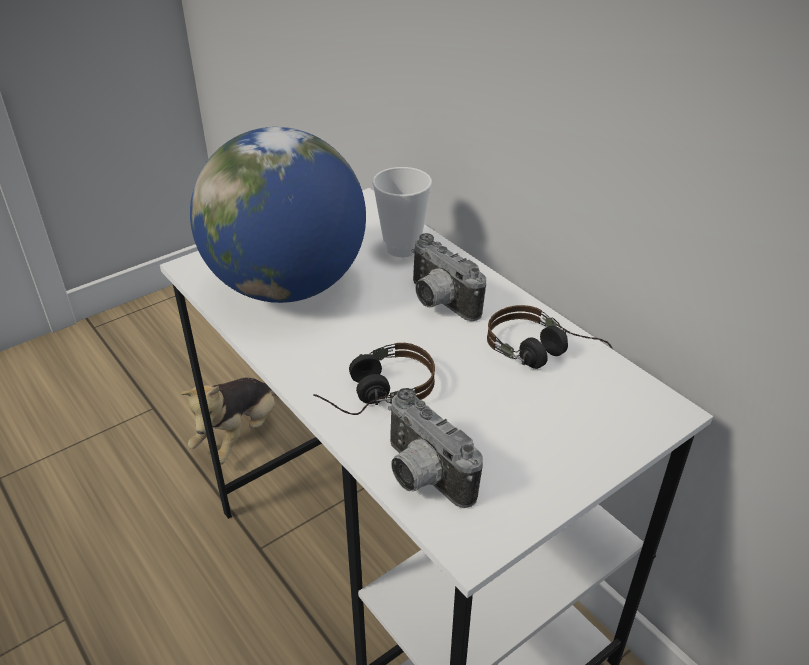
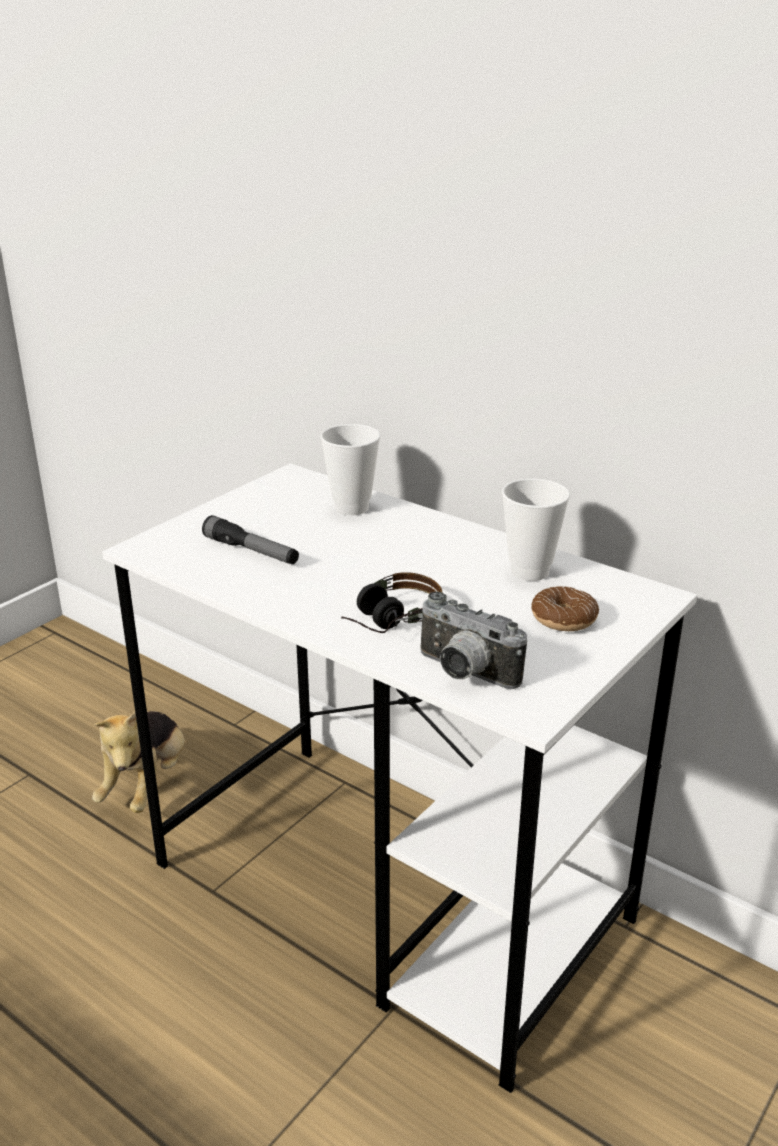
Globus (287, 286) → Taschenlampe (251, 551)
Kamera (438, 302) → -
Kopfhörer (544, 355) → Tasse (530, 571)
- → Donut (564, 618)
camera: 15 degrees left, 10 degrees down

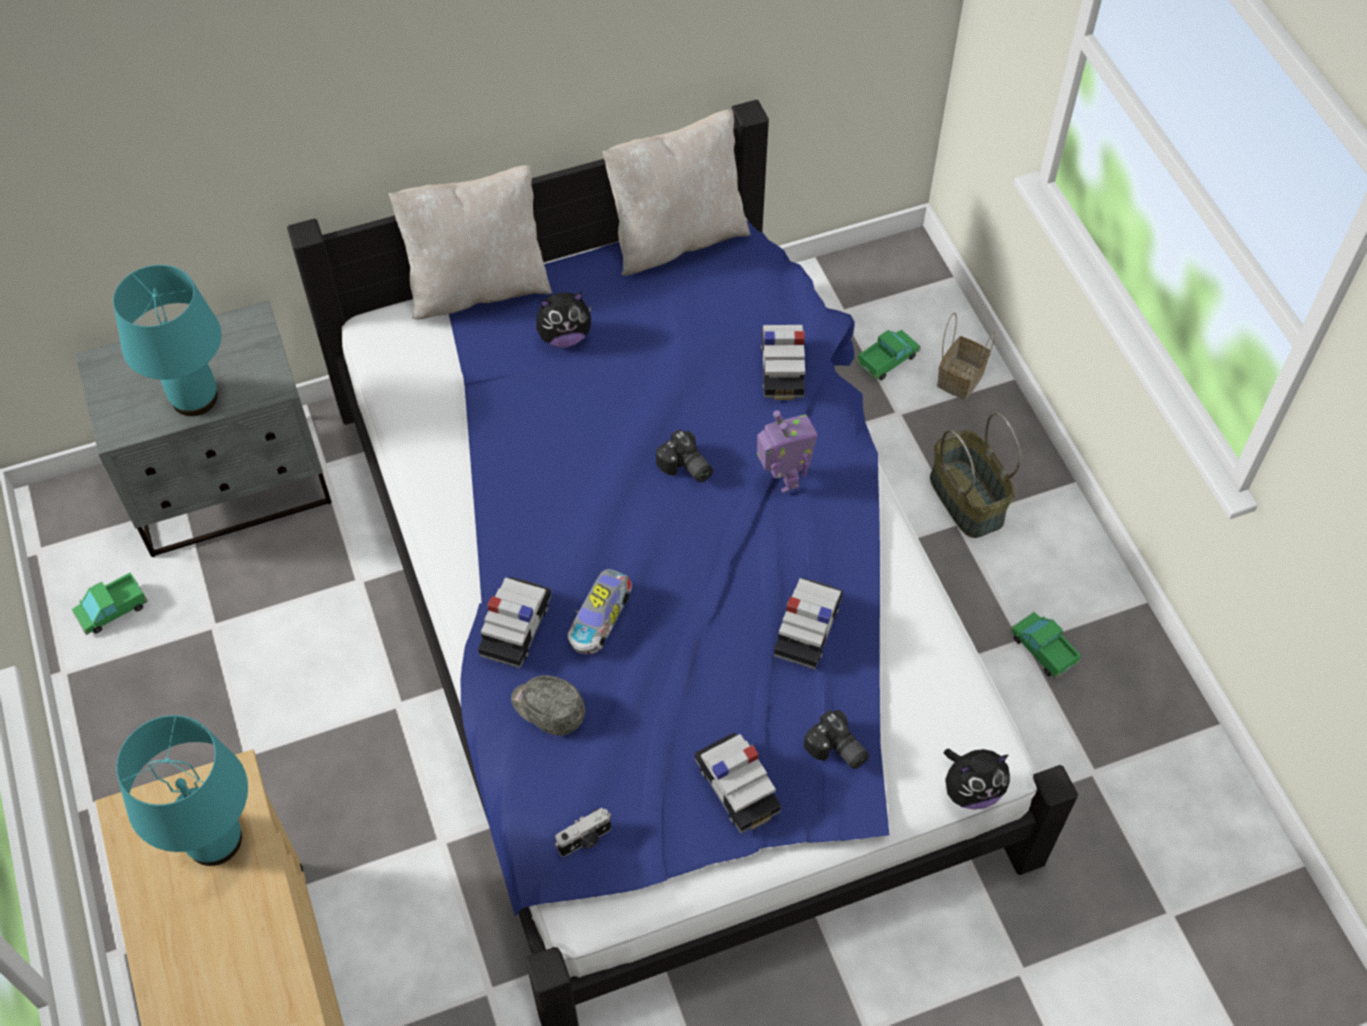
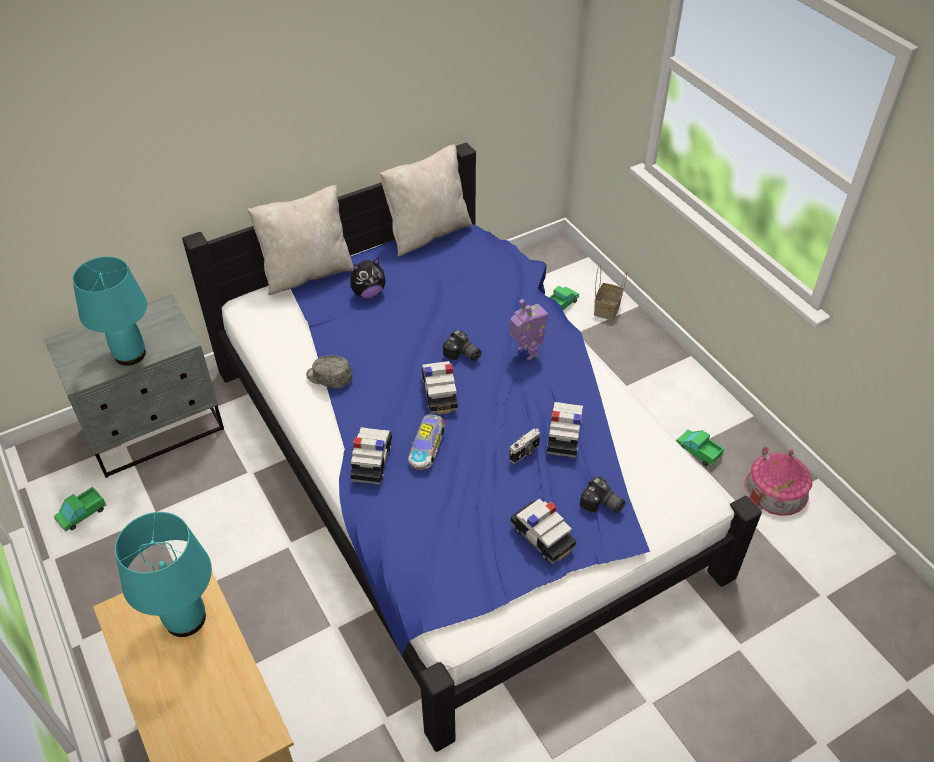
Kappe [grau] (547, 709) → Kappe [grau] (329, 378), relocated
Kamera (585, 840) → Kamera (525, 453), relocated
Spielzeugauto (782, 369) → Spielzeugauto (439, 394), relocated
Korb (965, 499) → -
Plüschtier (971, 789) → -
- → Spielzeughaus (776, 489)
camera: 10 degrees left, 10 degrees down

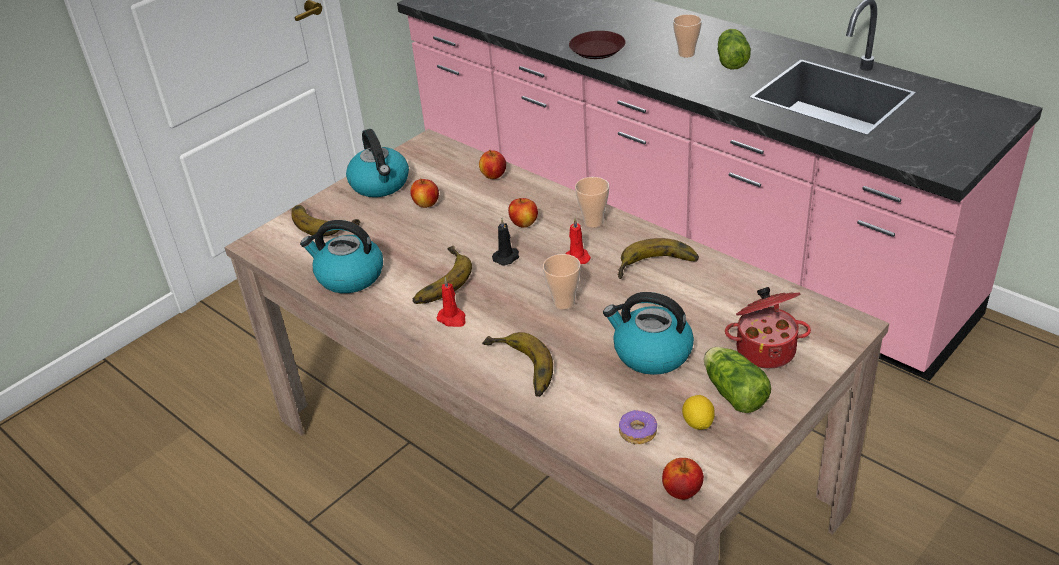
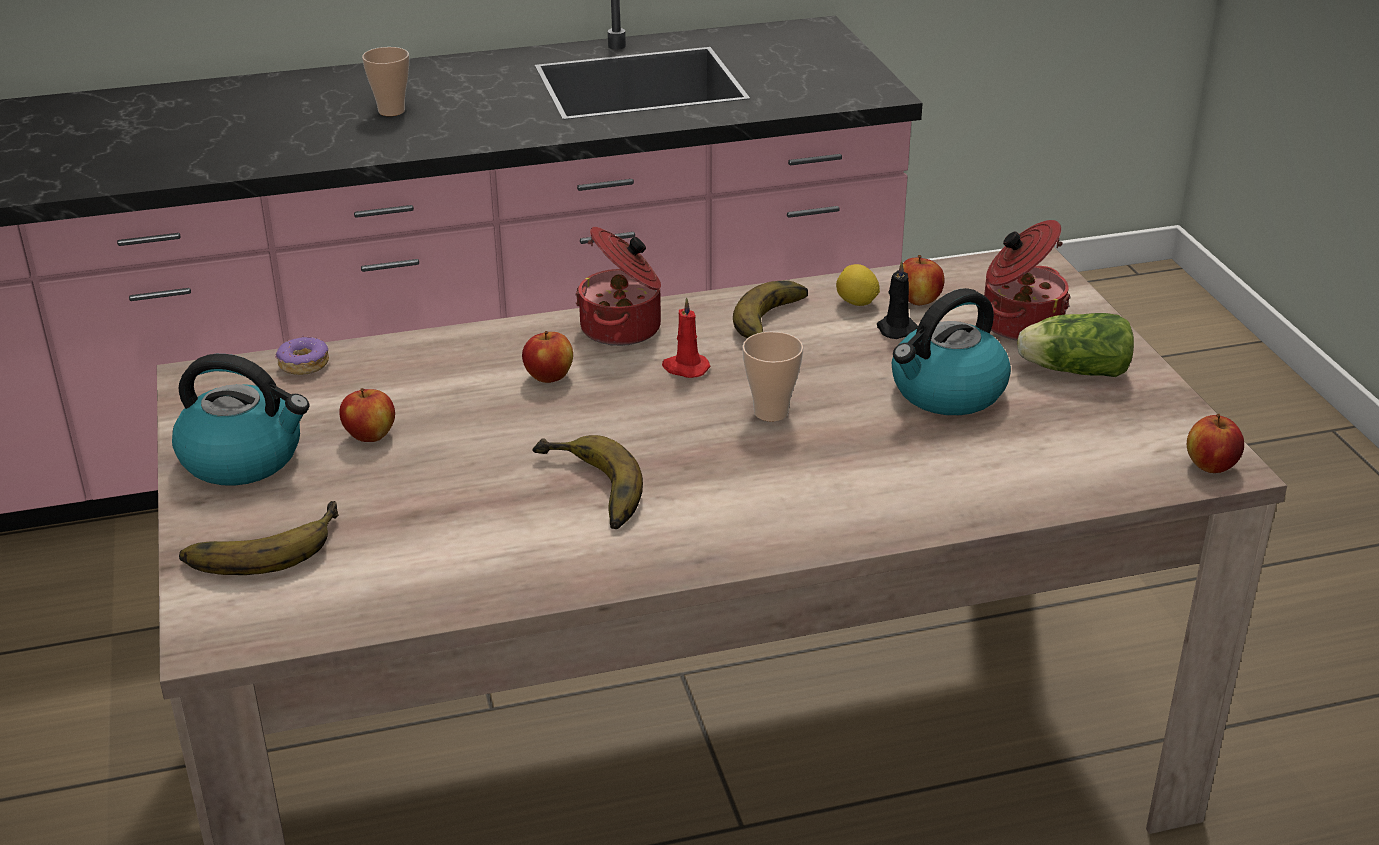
Wasserkessel (349, 276) → -
Kerze [rot] (452, 319) → -
Apfel (493, 176) → Apfel (919, 300), relocated
Banane (517, 370) → -
Kerze [schwarz] (507, 257) → Kerze [schwarz] (896, 329), relocated
Teller [braun] (597, 49) → -
Tasse (593, 222) → Kochtopf (623, 328)
Donut (637, 432) → Donut (303, 364), relocated
Zitrone (698, 423) → Zitrone (856, 303), relocated
Salatkopf (731, 60) → -
camera: 60 degrees left, 5 degrees down

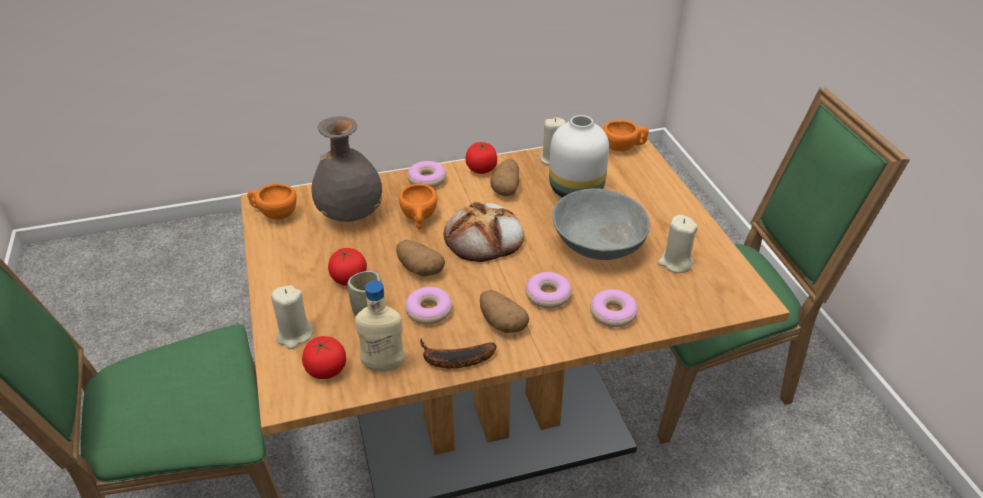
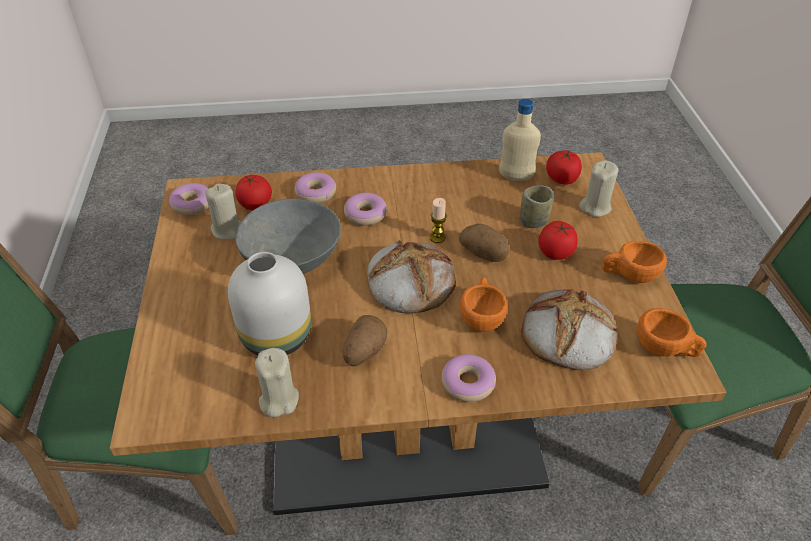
Vase [grau] (350, 215) → Brot (567, 334)
Donut (429, 311) → Donut (192, 204), relocated
Banane (453, 360) → -
Tomate (481, 169) → Tomate (255, 204), relocated
Kartoffel (501, 323) → -
Tasse [orange] (624, 147) → Tasse [orange] (629, 275), relocated
- → Kerze (437, 238)
camera: 170 degrees left, 5 degrees up

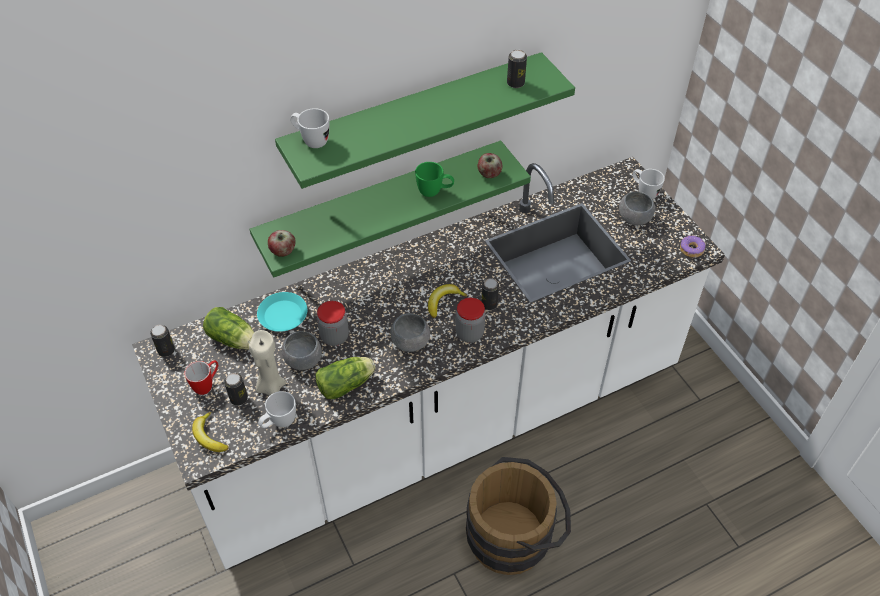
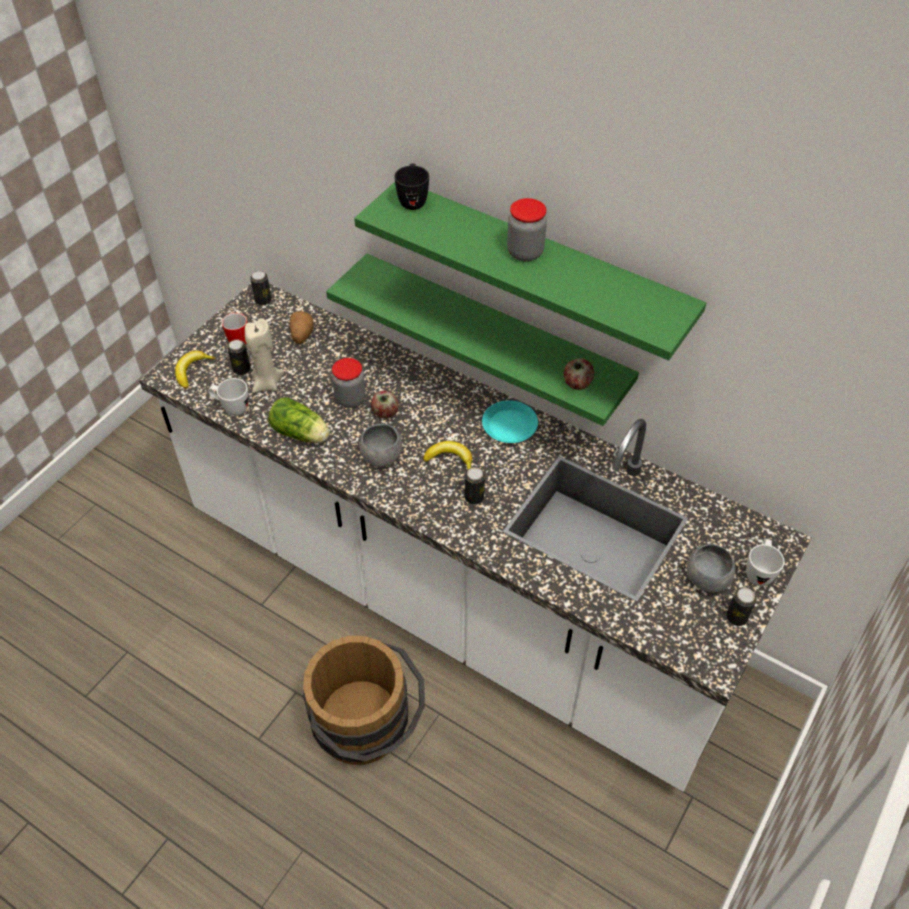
Salatkopf (234, 340) → Kartoffel (301, 335)
Teller [türkis] (283, 315) → Teller [türkis] (509, 426), relocated
Apfel (283, 251) → Apfel (385, 413), relocated
Schüssel [grau] (303, 360) → -
Henkelbecher [weiß] (311, 141) → Henkelbecher [schwarz] (413, 200)
Henkelbecher [grün] (434, 192) → -
Vorratsglas (469, 333) → Vorratsglas (525, 252), relocated
Dose (515, 83) → Dose (736, 617), relocated
Donut (691, 250) → -
camera: 60 degrees right, 0 degrees up

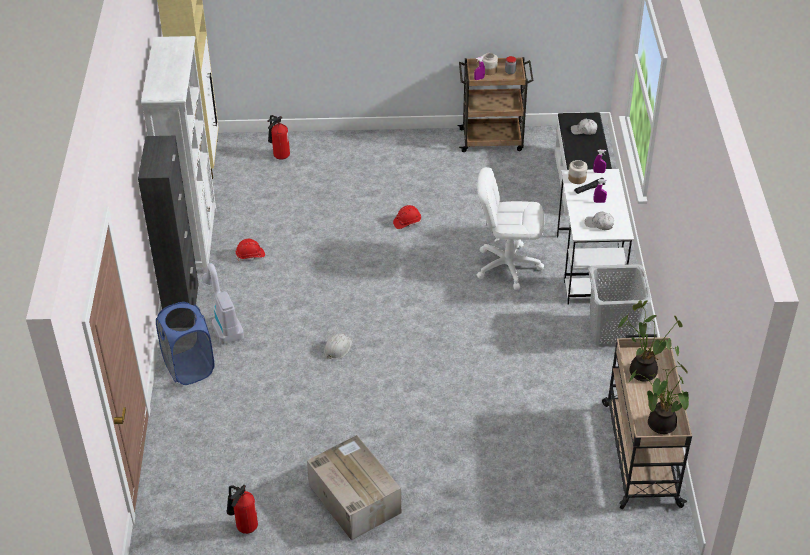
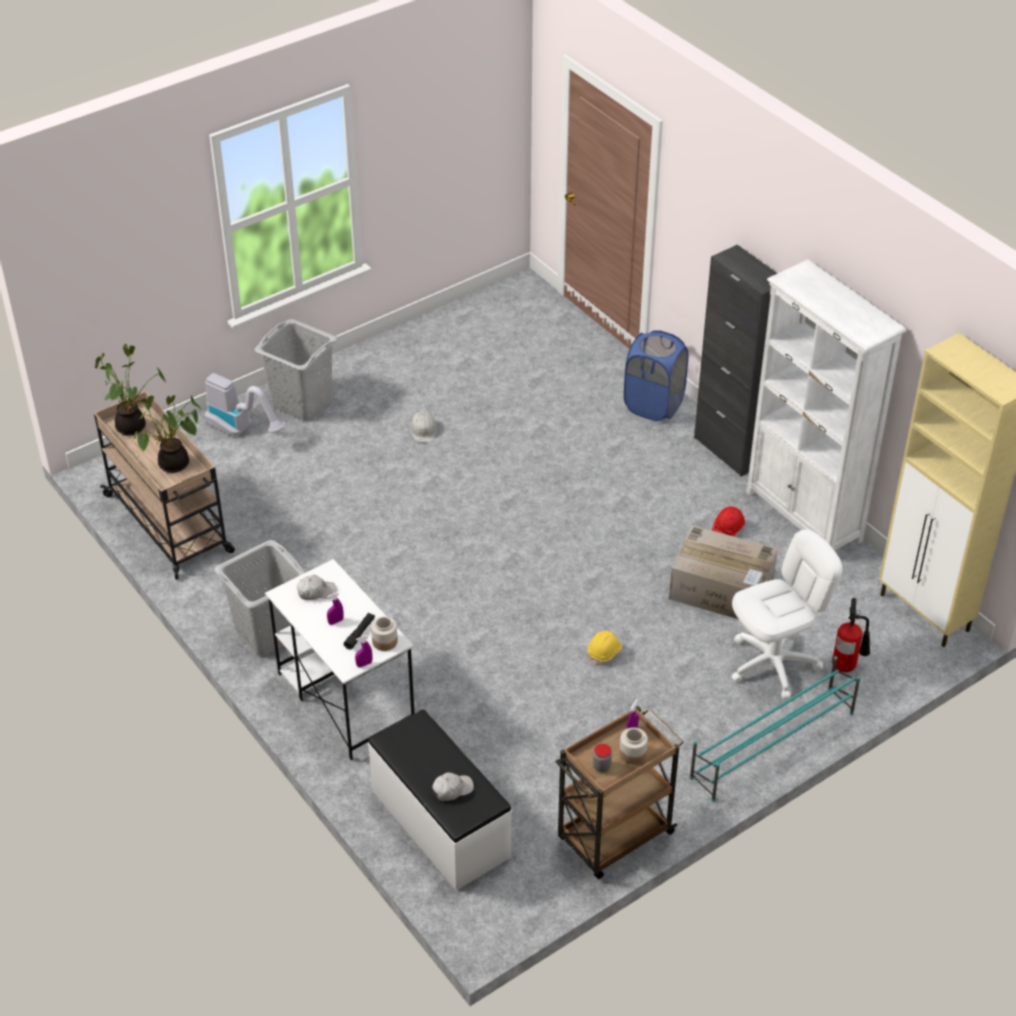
Staubsauger (223, 322) → Staubsauger (242, 430), relocated
Feuerlöscher (243, 527) → -
Karton (353, 498) → Karton (722, 589), relocated
Schutzhelm [weiß] (338, 348) → Schutzhelm [weiß] (423, 430), relocated
Schutzhelm [rot] (407, 222) → Schutzhelm [gelb] (604, 652)
Bürostuhl [weiß] (508, 266) → Bürostuhl [weiß] (773, 664), relocated
- → Wäschekorb [grau] (302, 402)
- → Schuhregal [türkis] (771, 745)
camera: 145 degrees right, 0 degrees up

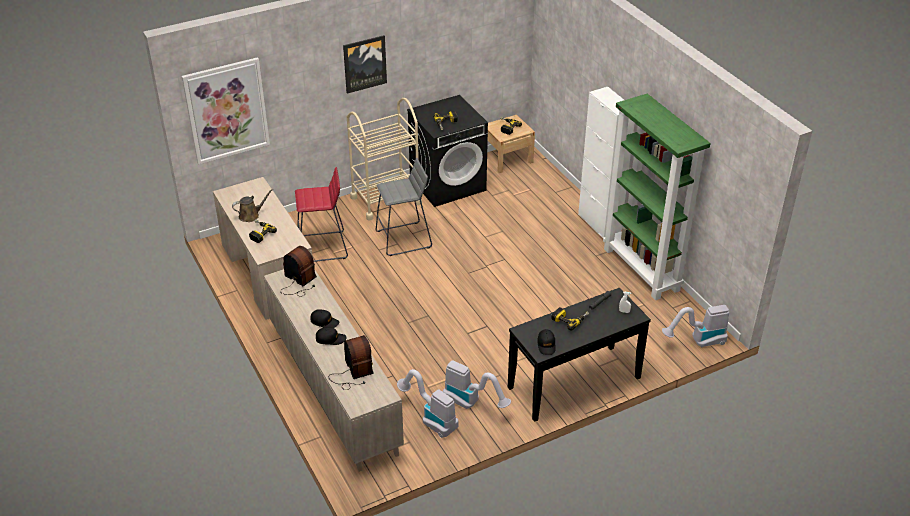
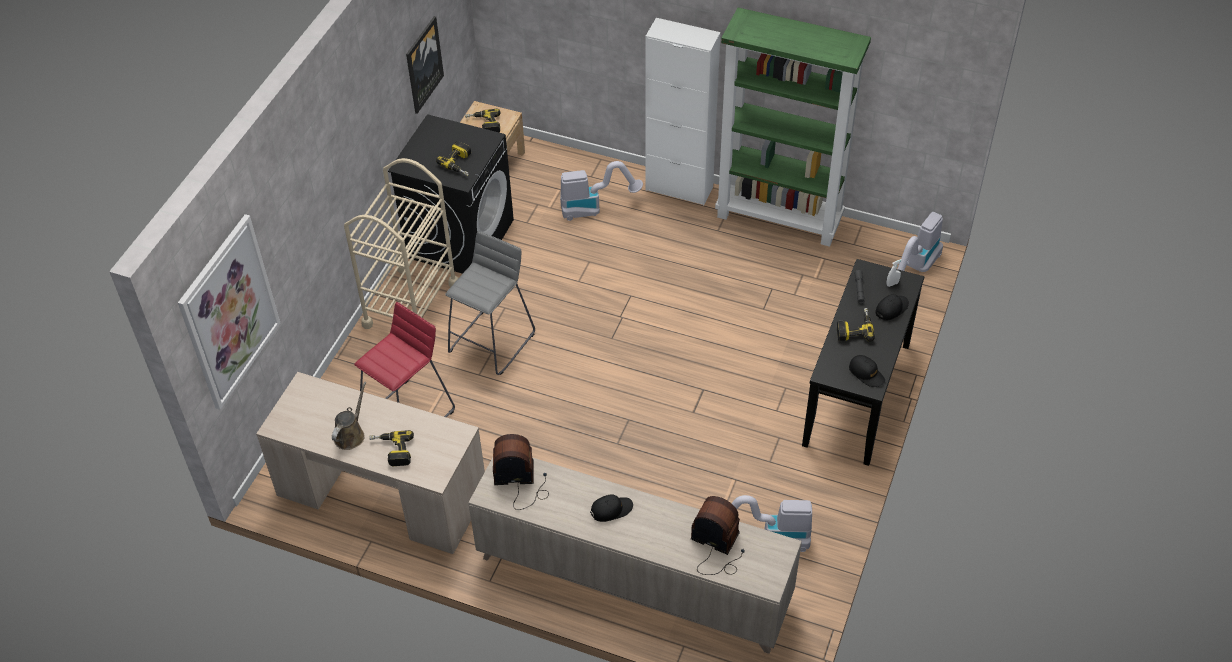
Kappe [schwarz] (330, 339) → Kappe [schwarz] (891, 309), relocated
Bild (364, 63) → Bild (423, 64), relocated
Staubsauger (472, 403) → Staubsauger (594, 208), relocated
camera: 40 degrees left, 10 degrees up

